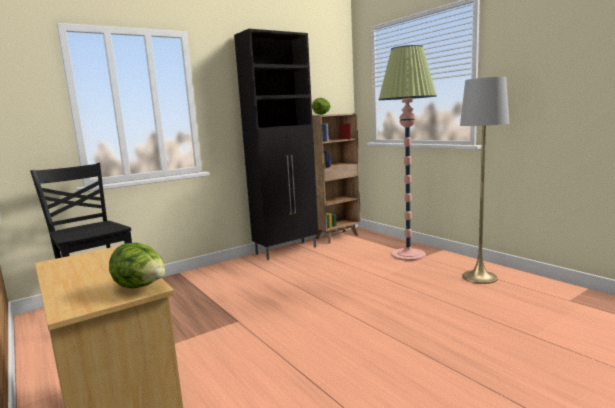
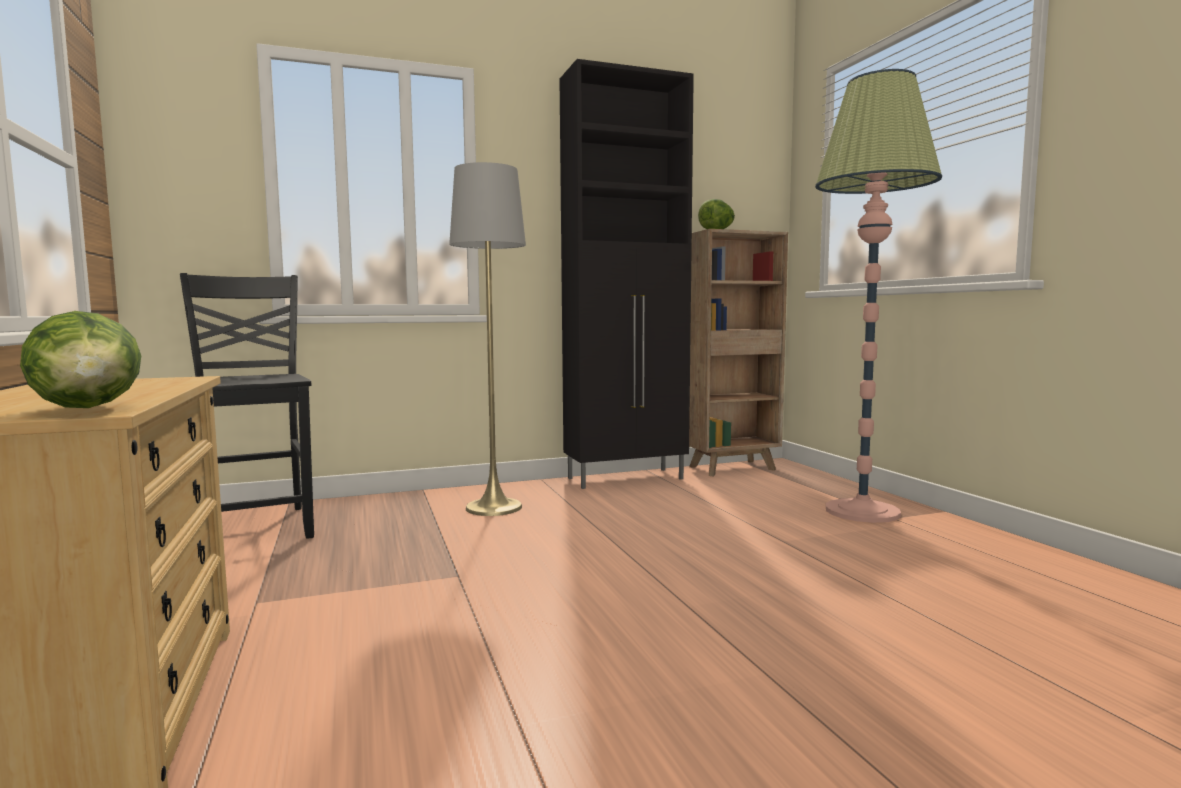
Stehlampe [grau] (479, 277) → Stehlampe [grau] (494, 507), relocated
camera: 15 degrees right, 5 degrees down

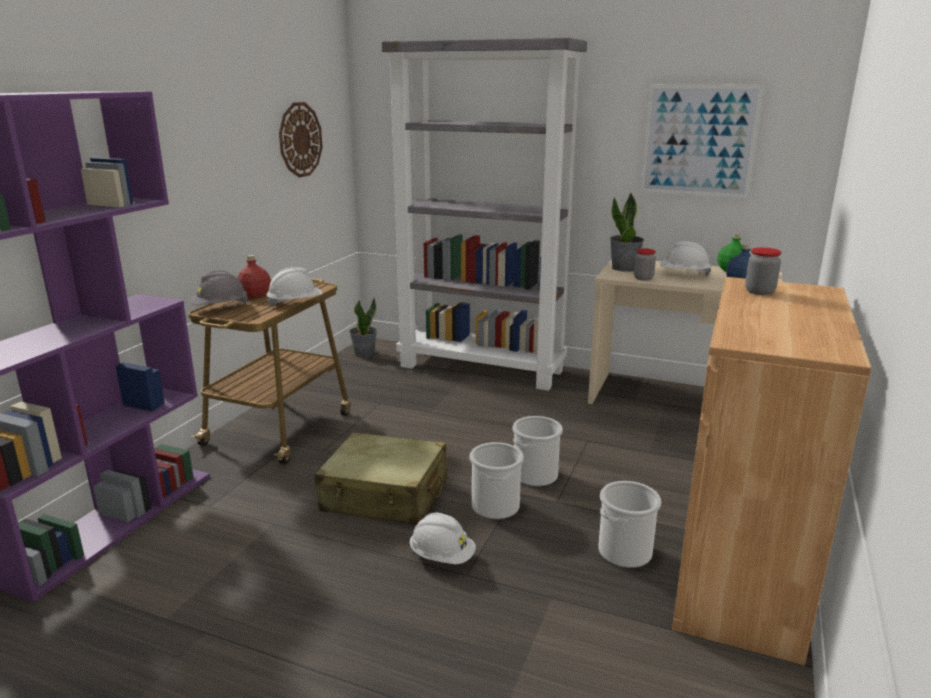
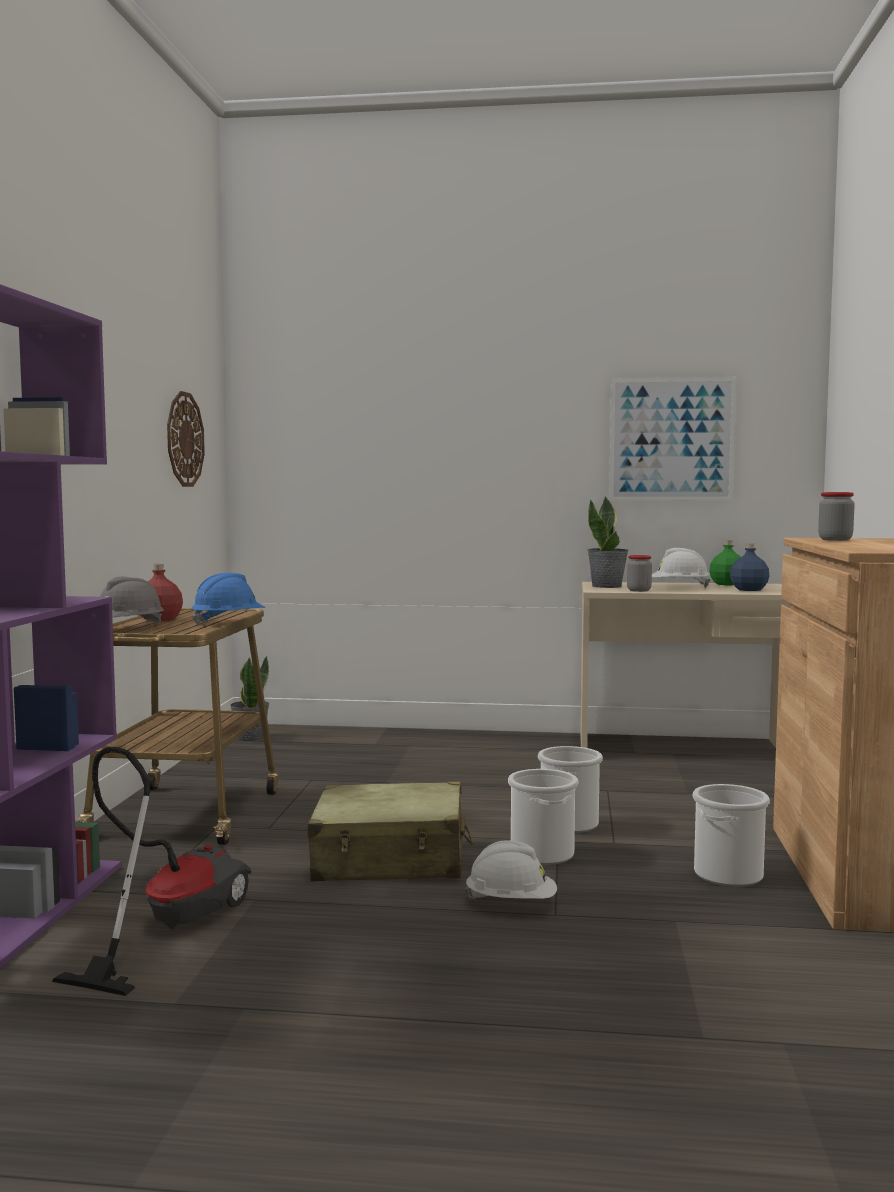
Schutzhelm [weiß] (295, 304) → Schutzhelm [blau] (228, 622)
Bücherregal [grau] (483, 368) → -
- → Staubsauger (168, 925)
camera: 15 degrees left, 15 degrees down

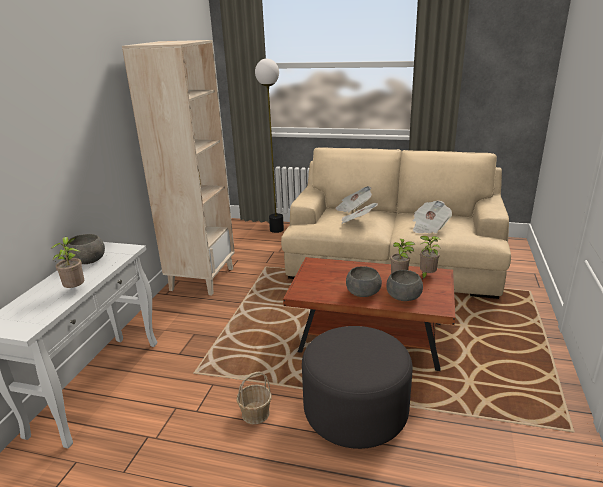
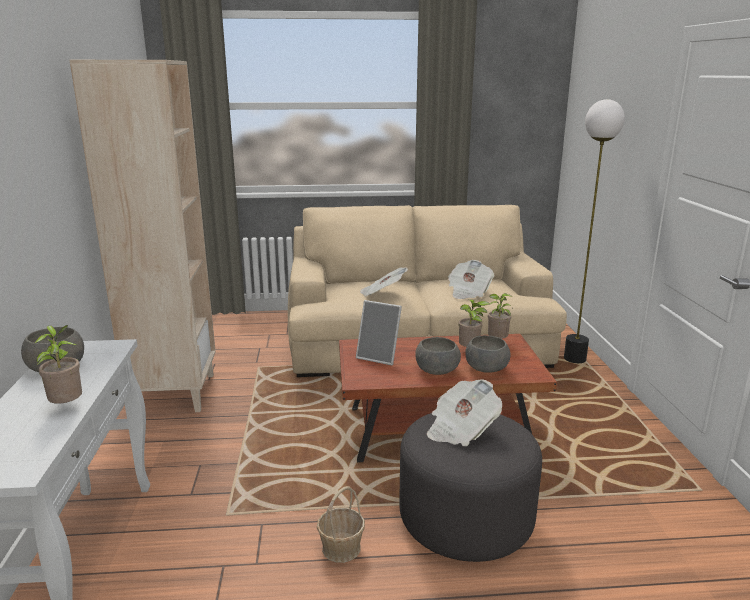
Stehlampe (277, 229) → Stehlampe (575, 359), relocated
Zeitung (353, 208) → Zeitung (461, 429), relocated
- → Bilderrahmen (379, 356)
camera: 20 degrees left, 5 degrees down

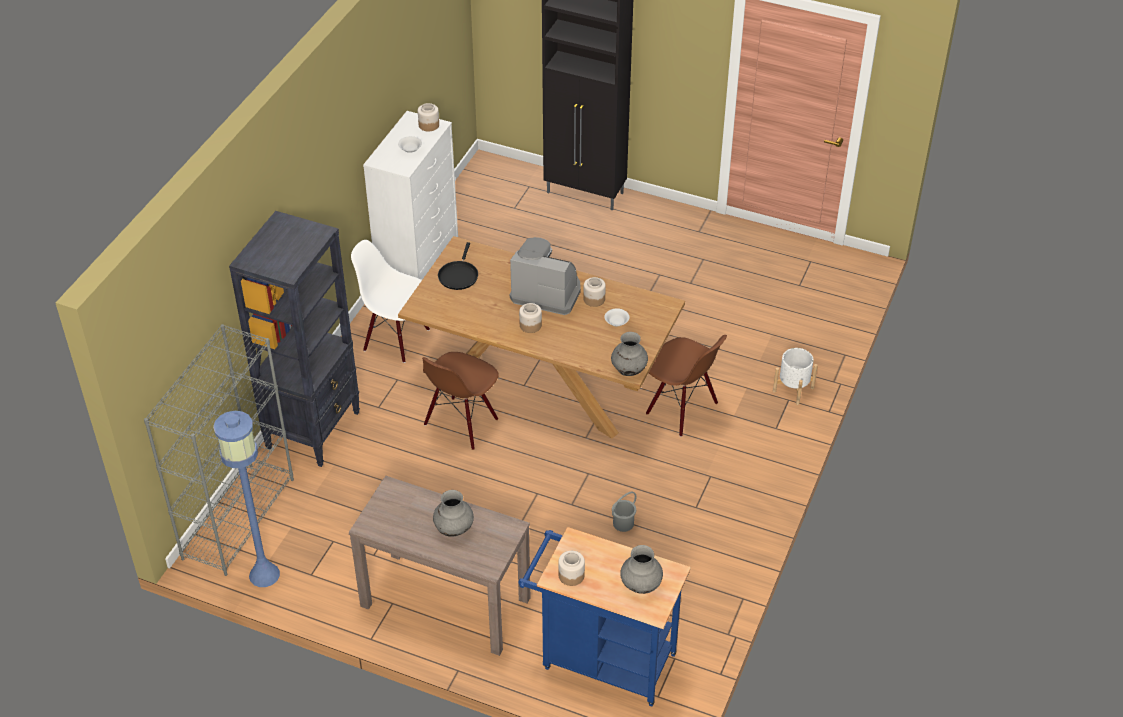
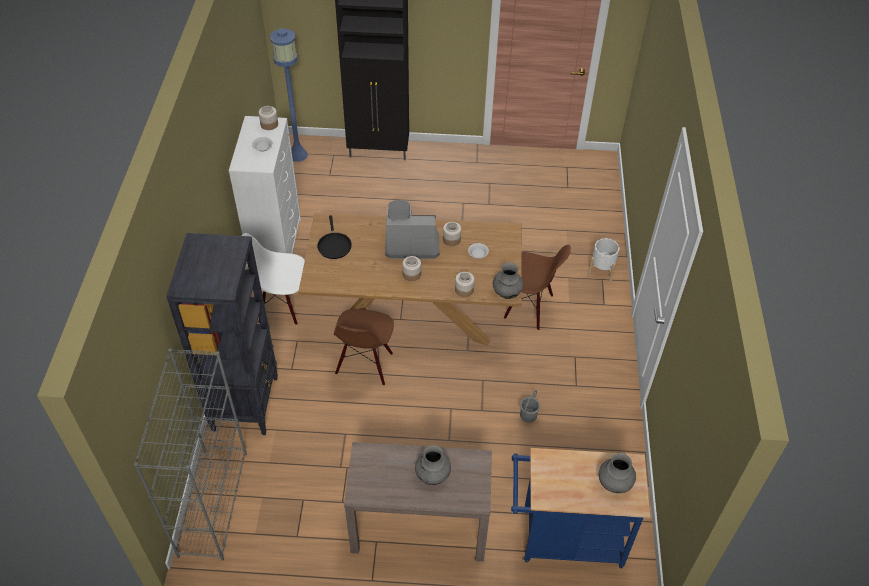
Stehlampe [blau] (265, 574) → Stehlampe [blau] (298, 155), relocated
Vorratsglas (571, 575) → Vorratsglas (464, 290), relocated
camera: 20 degrees left, 5 degrees up

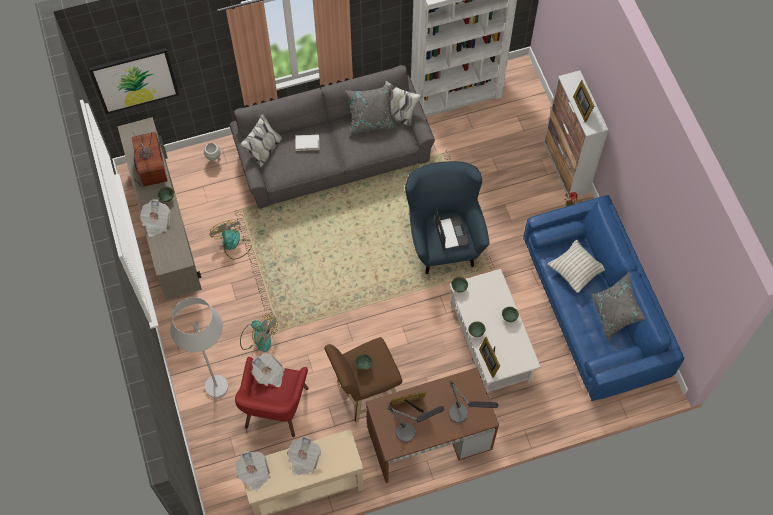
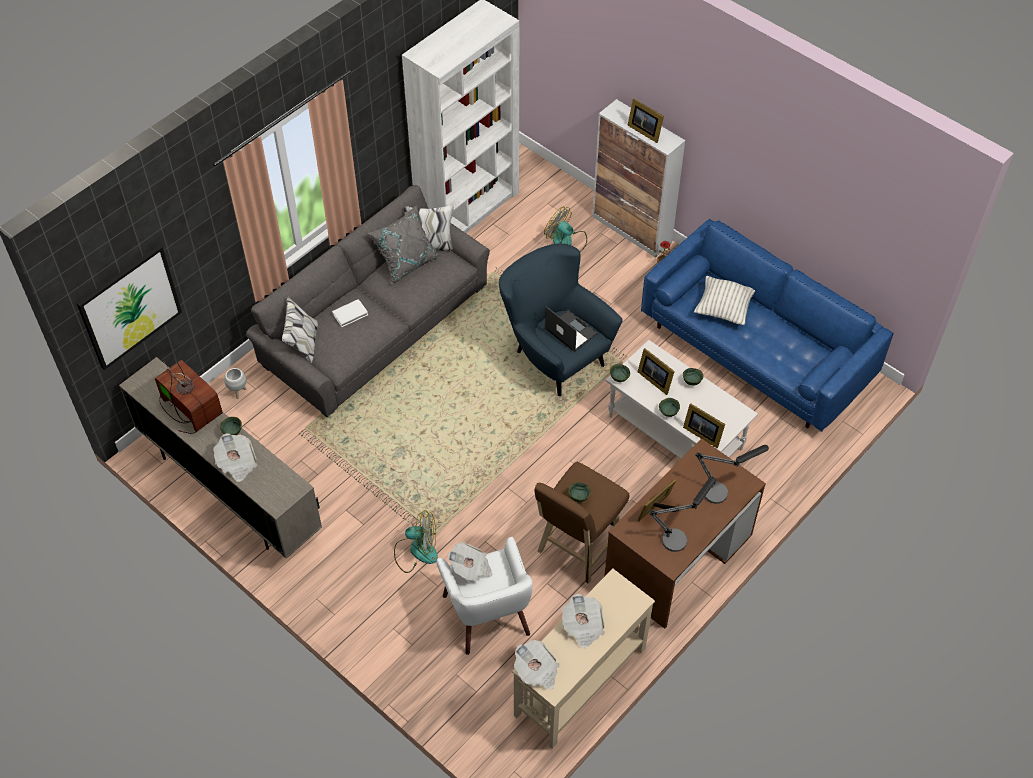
Stehlampe [weiß] (213, 375) → -
Ventilator (233, 244) → Ventilator (566, 241), relocated
Sessel [rot] (275, 408) → Sessel [weiß] (487, 615)
Kissen [grau] (613, 315) → -
- → Bilderrahmen (655, 379)
camera: 30 degrees left, 10 degrees down

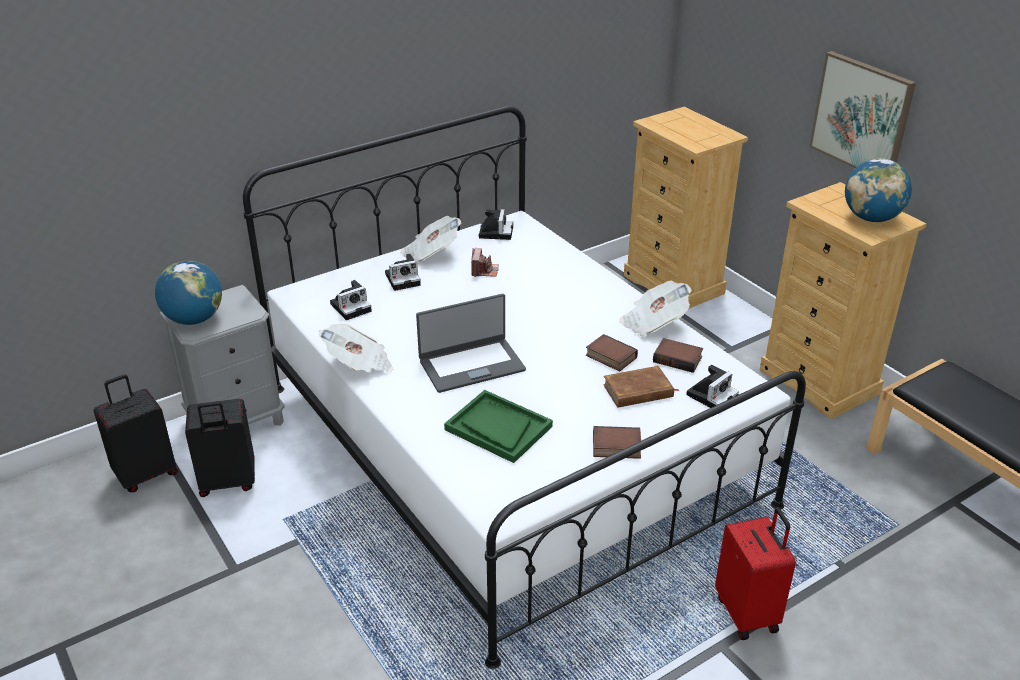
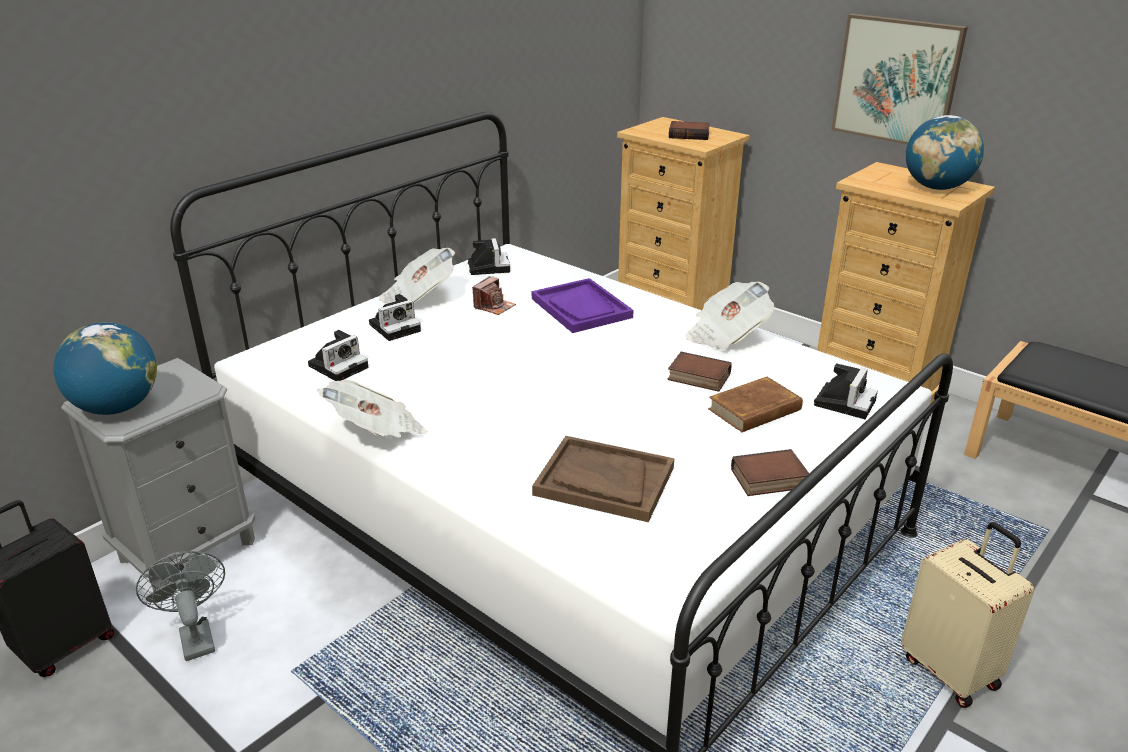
Koffer [schwarz] (228, 483) → Ventilator [grau] (195, 636)
Laptop (471, 365) → -
Tablett [grün] (498, 428) → Tablett [braun] (604, 481)
Kamera (484, 271) → Kamera (494, 306), 45 degrees clockwise
Buch (678, 359) → Buch (689, 135), relocated
Koffer [rot] (748, 613) → Koffer [beige] (951, 671)
- → Tablett [lila] (581, 308)
camera: 15 degrees left, 5 degrees down

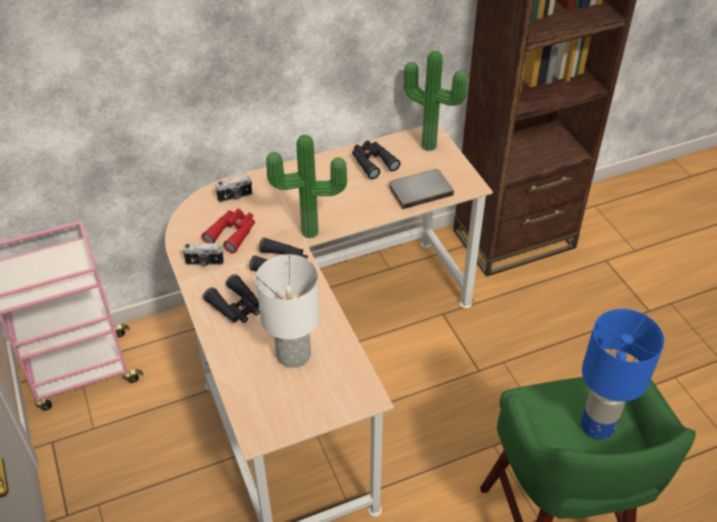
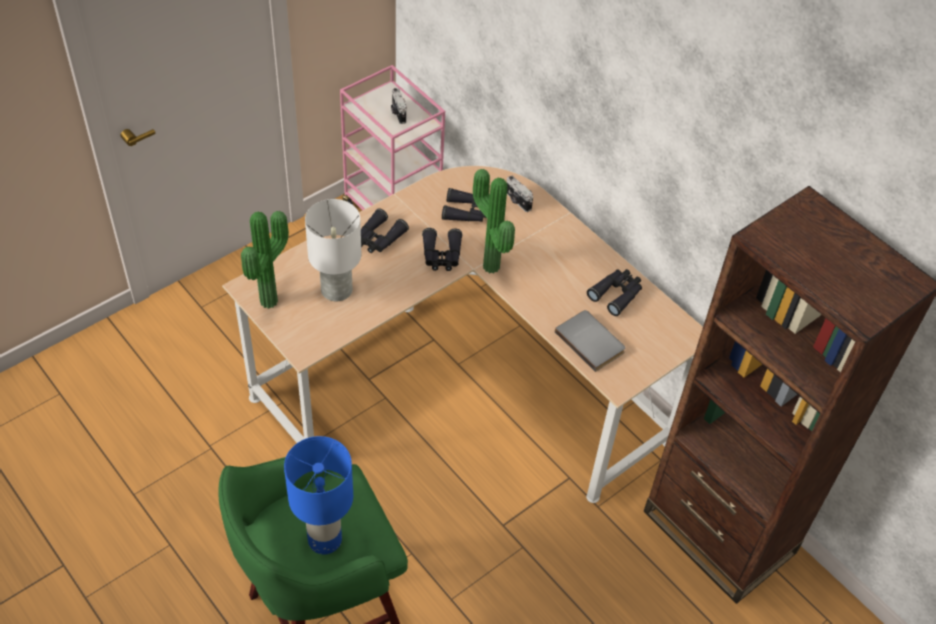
Kamera (204, 263) → Kamera (398, 113), relocated
Fernglas [rot] (232, 233) → Fernglas [schwarz] (468, 212)
Topfpflanze (430, 144) → Topfpflanze (272, 302), relocated
camera: 70 degrees right, 5 degrees up

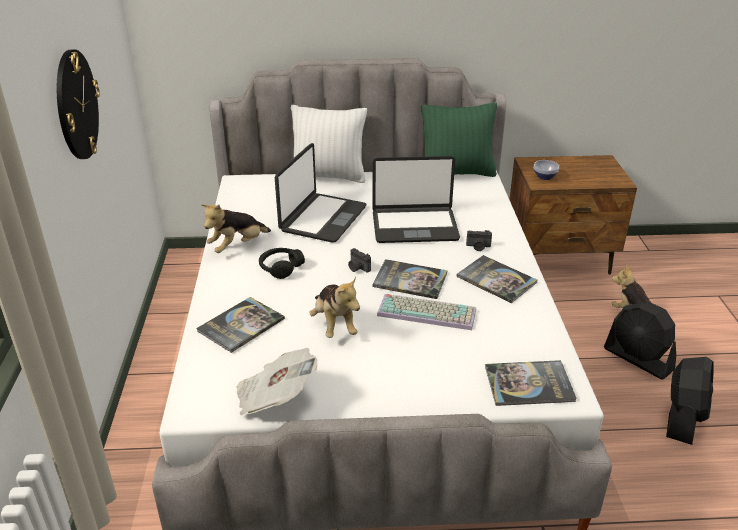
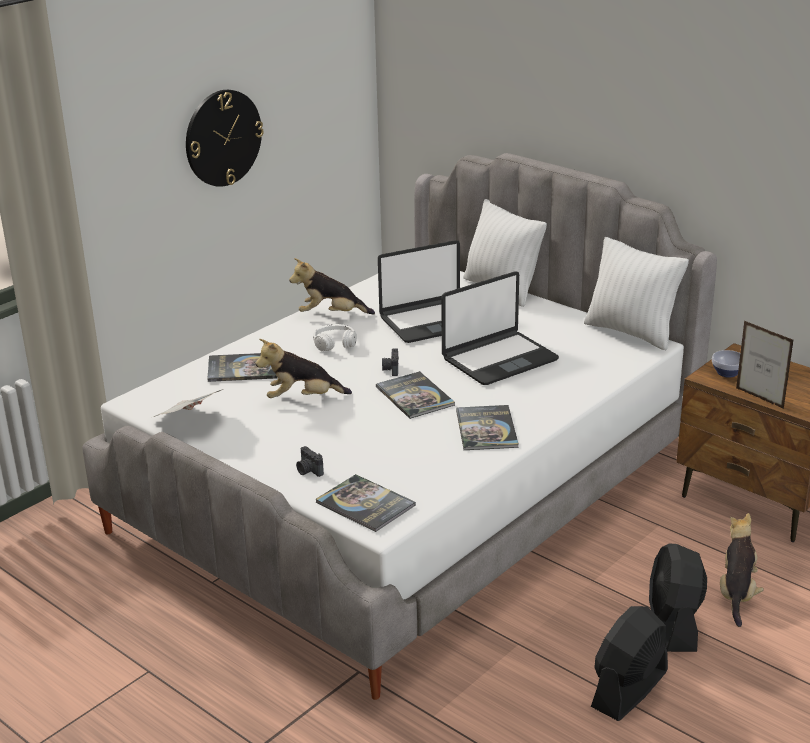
Kopfhörer [schwarz] (280, 268) → Kopfhörer [weiß] (334, 343)
Plüschtier (334, 325) → Plüschtier (302, 398), 60 degrees clockwise
Laptop (414, 226) → Laptop (499, 359), 75 degrees counterclockwise
Tastatur (428, 312) → -
Kissen [grün] (457, 173) → Kissen [weiß] (631, 332)
Kamera (478, 247) → Kamera (308, 471), relocated
Ventilator [schwarz] (683, 417) → Ventilator [schwarz] (629, 689), 150 degrees clockwise
- → Bilderrahmen (759, 398)
camera: 45 degrees right, 5 degrees down

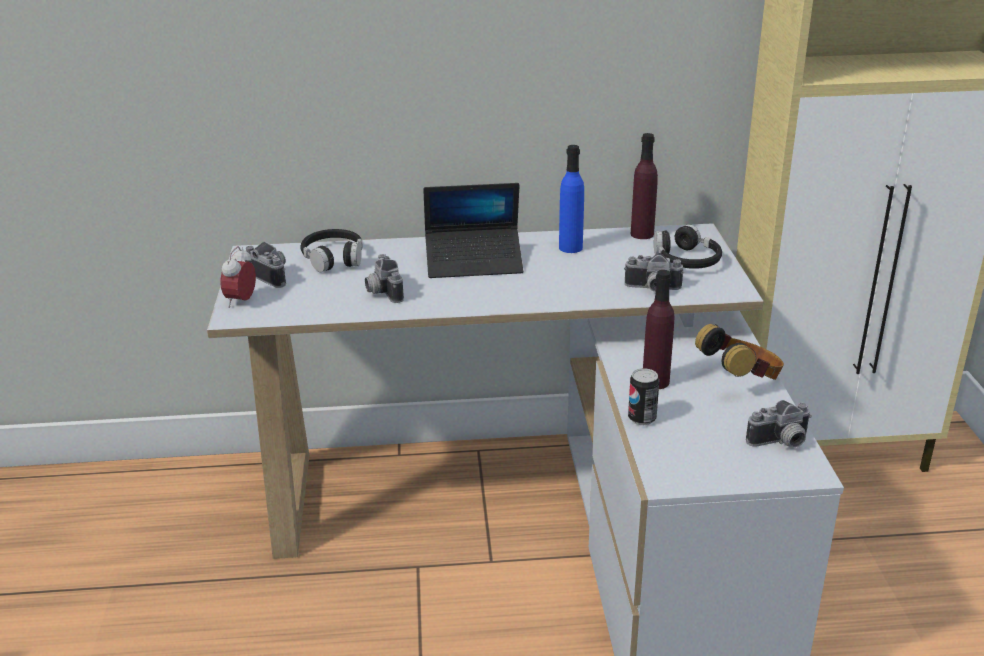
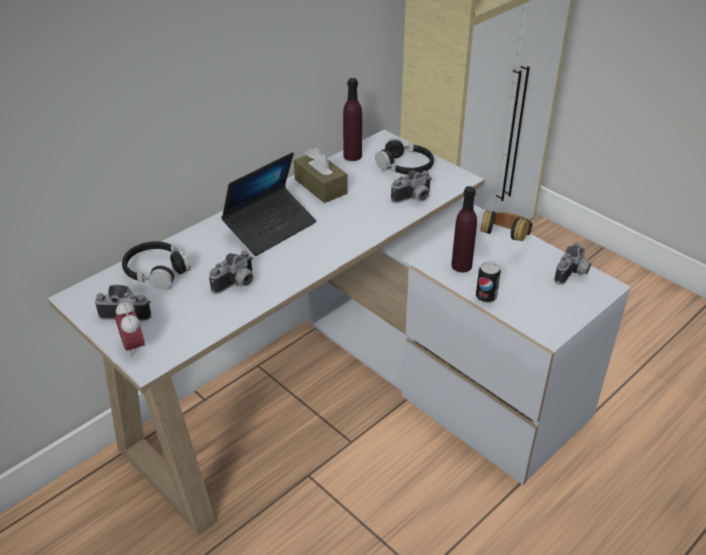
Kamera (382, 292) → Kamera (237, 284), 75 degrees counterclockwise
Flasche [blau] (570, 247) → Taschentuchbox [braun] (320, 186)
camera: 40 degrees left, 10 degrees up

